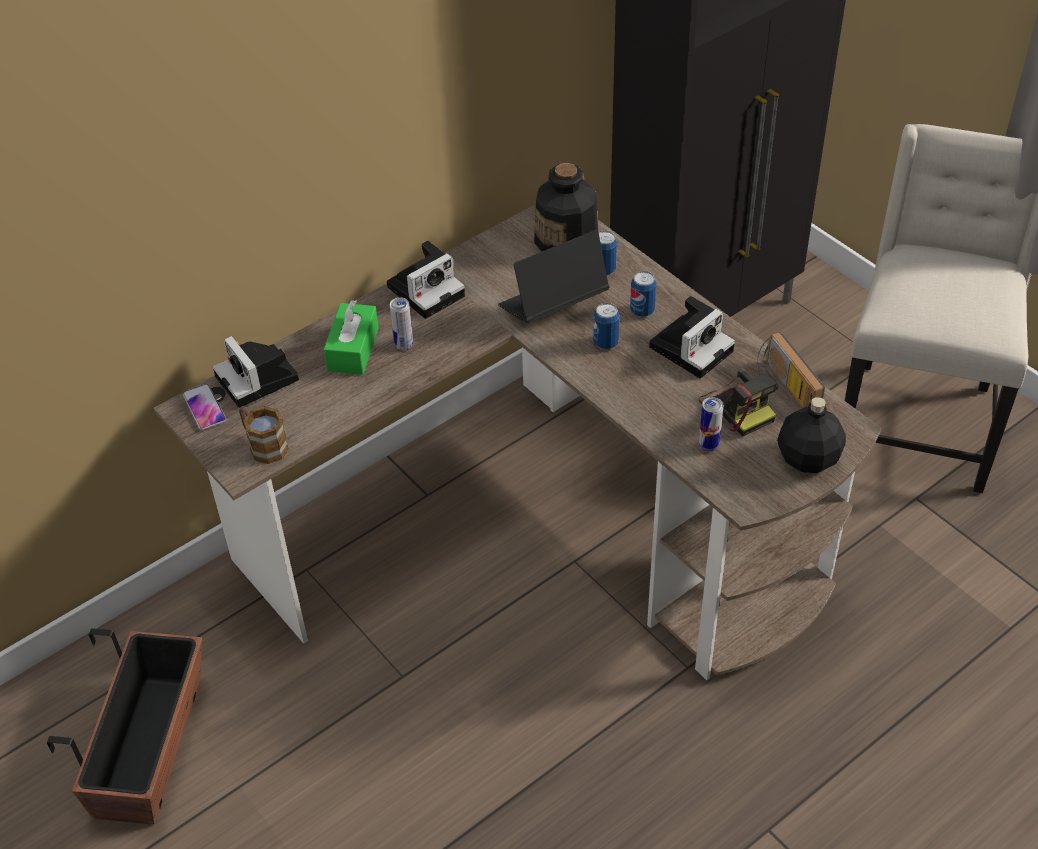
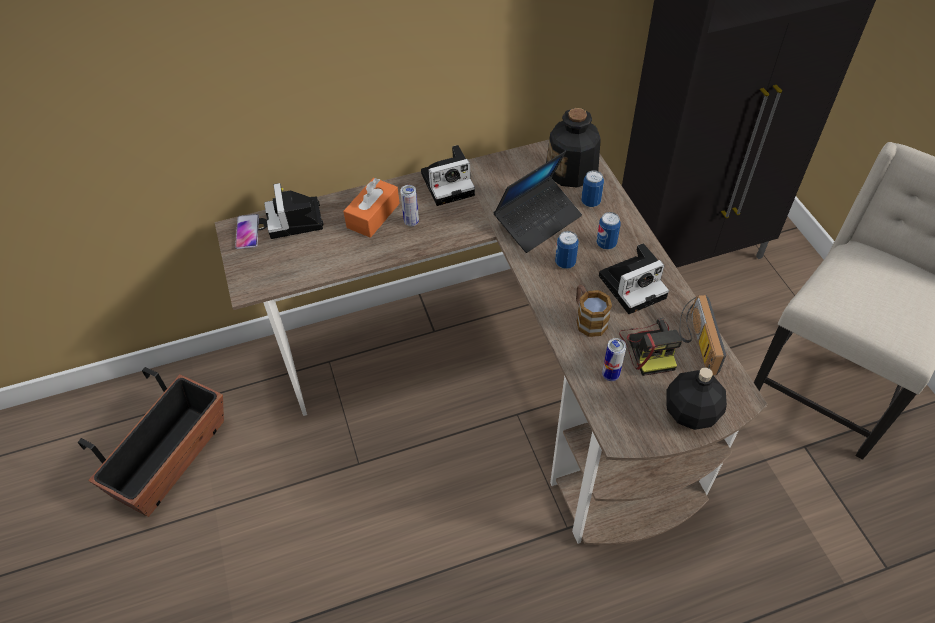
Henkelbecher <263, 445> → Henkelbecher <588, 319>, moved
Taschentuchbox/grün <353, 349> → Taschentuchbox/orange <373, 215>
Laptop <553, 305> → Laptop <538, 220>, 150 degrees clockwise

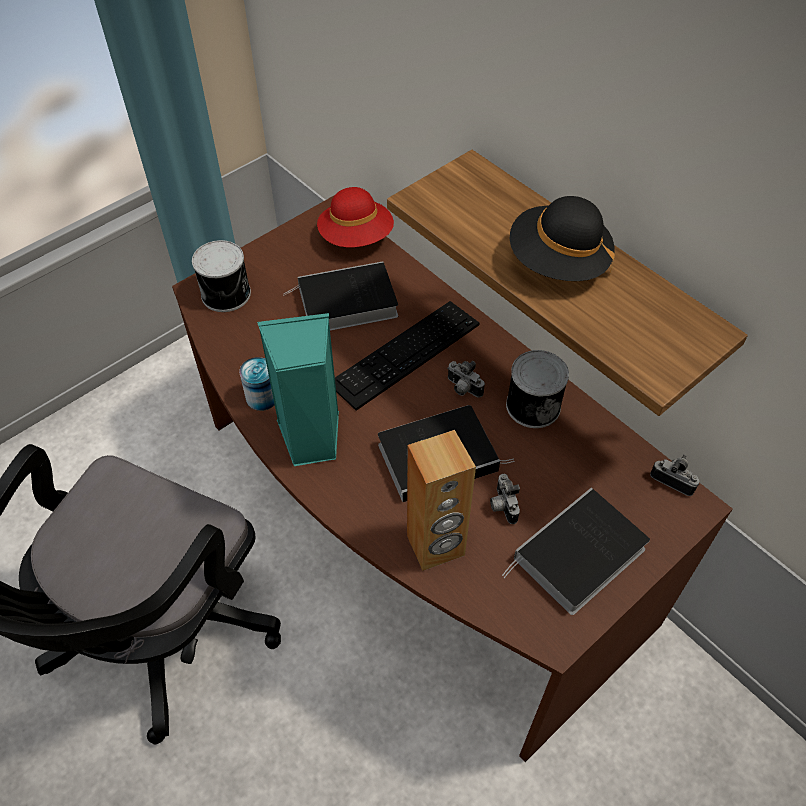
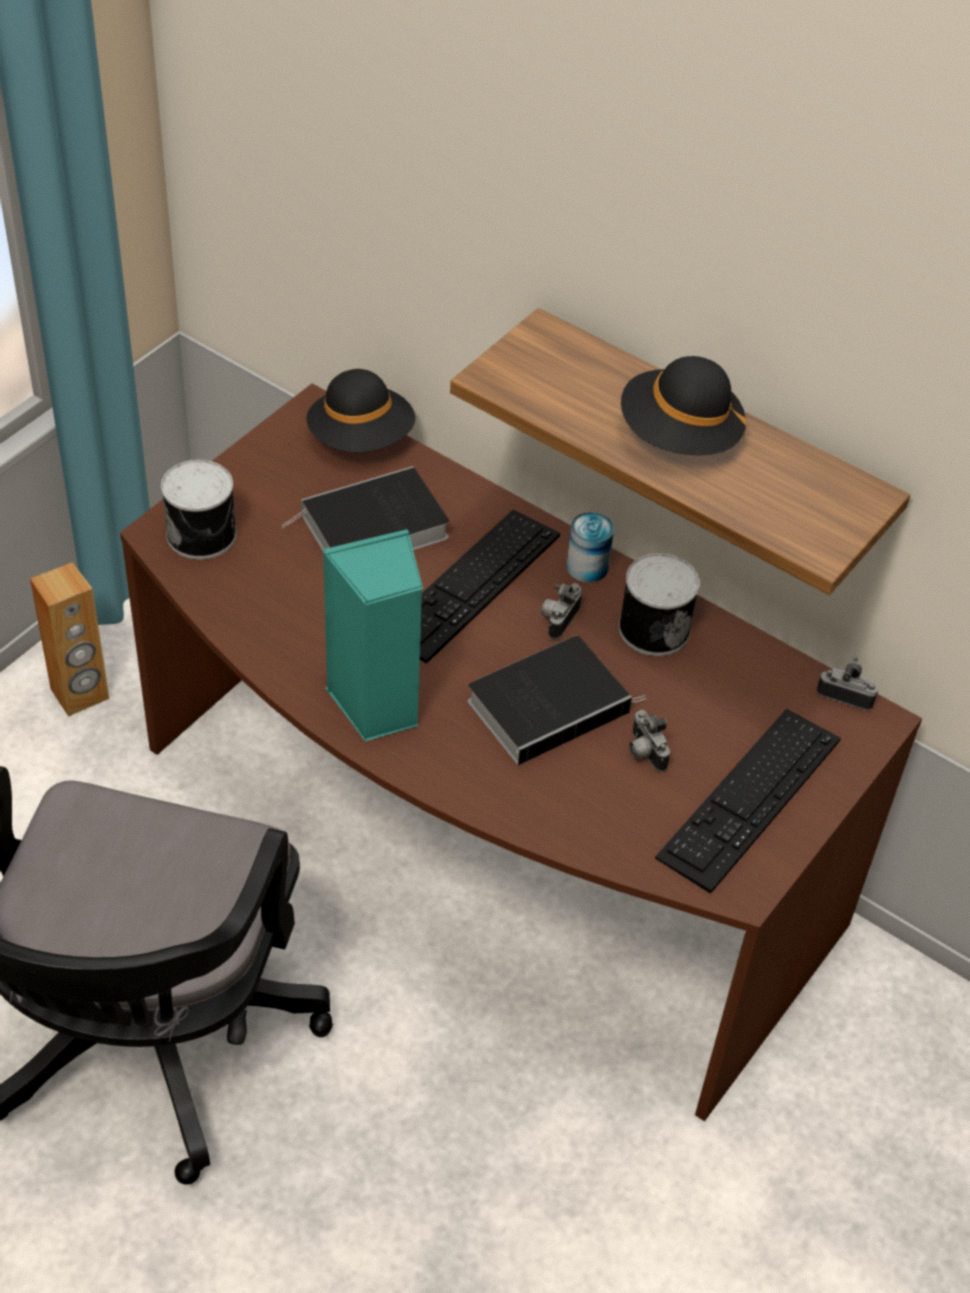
Dose <262, 397> → Dose <587, 567>, moved
Hut/rot <356, 237> → Hut/schwarz <361, 438>
Lautsprecher/braun <436, 546> → Lautsprecher/braun <80, 694>, moved
Kamera <462, 389> → Kamera <558, 619>, 90 degrees clockwise
Buch <578, 557> → Tastatur <749, 798>

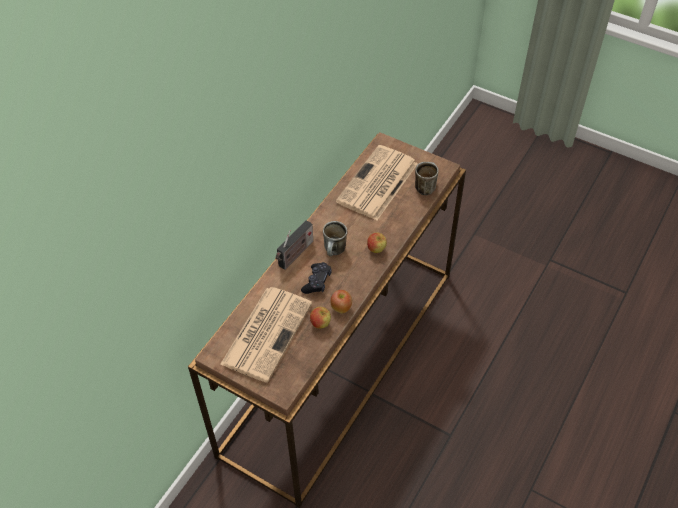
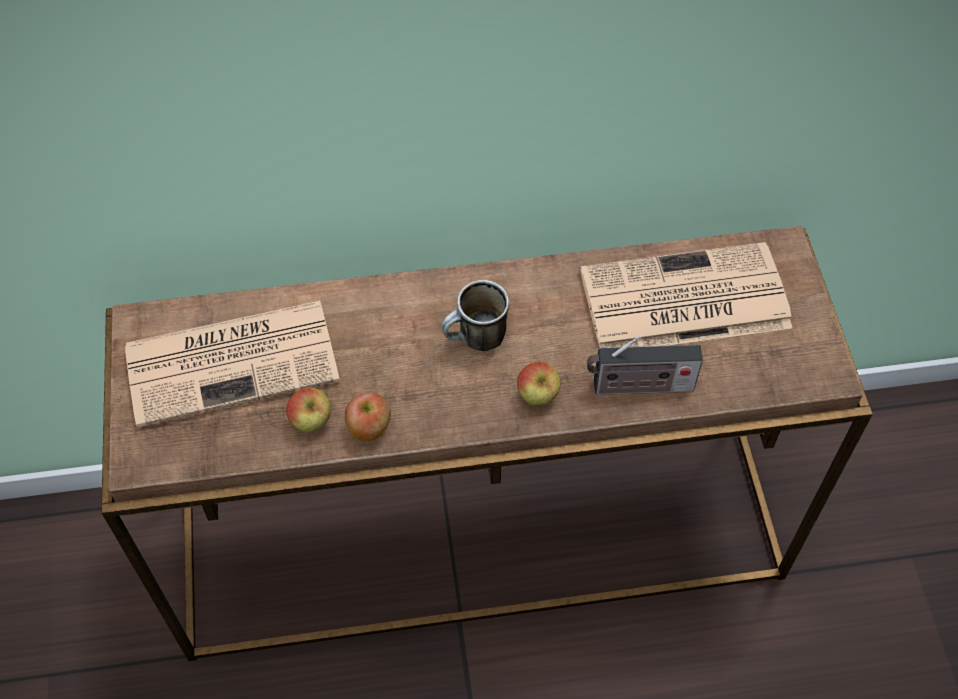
Radio <295, 255> → Radio <638, 387>, moved
Gamepad/schwarz <317, 282> → -
Henkelbecher <425, 186> → -

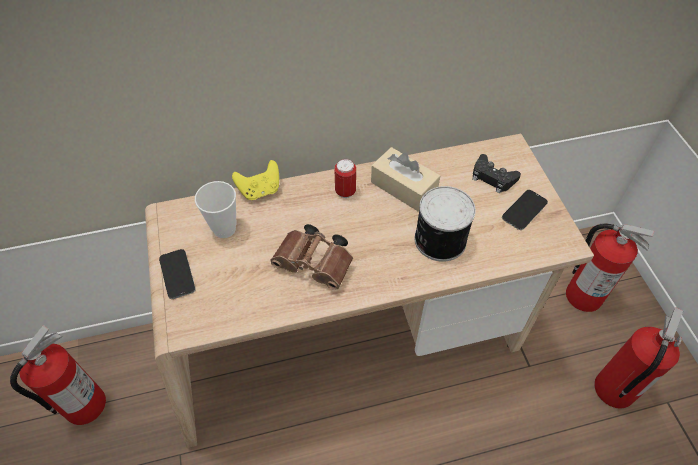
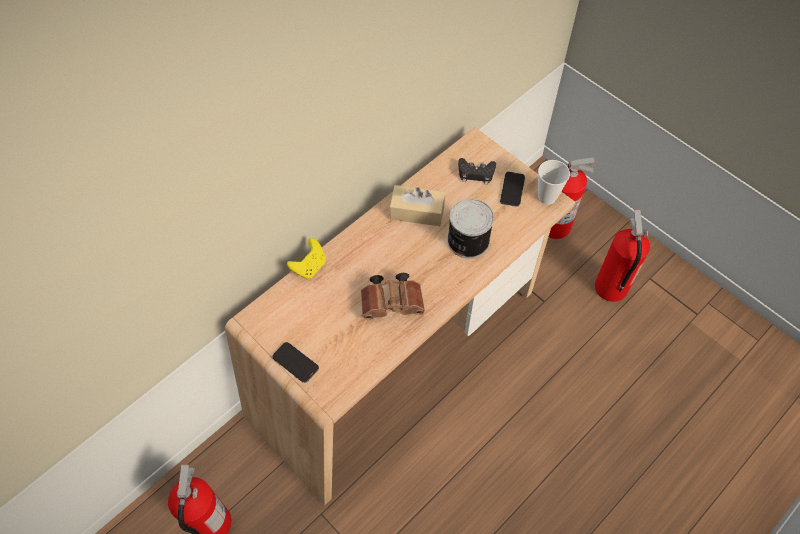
Tasse <224, 229> → Tasse <547, 197>, moved
Dose <345, 191> → -

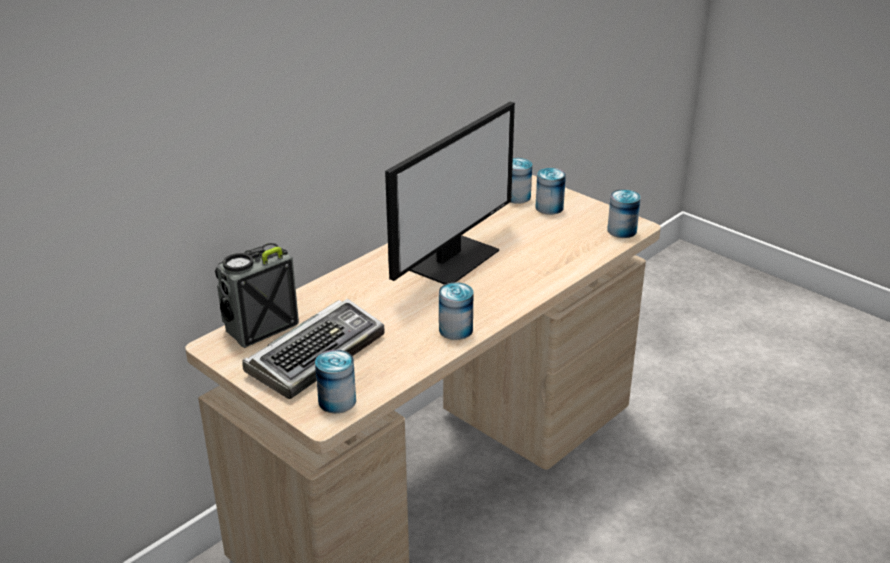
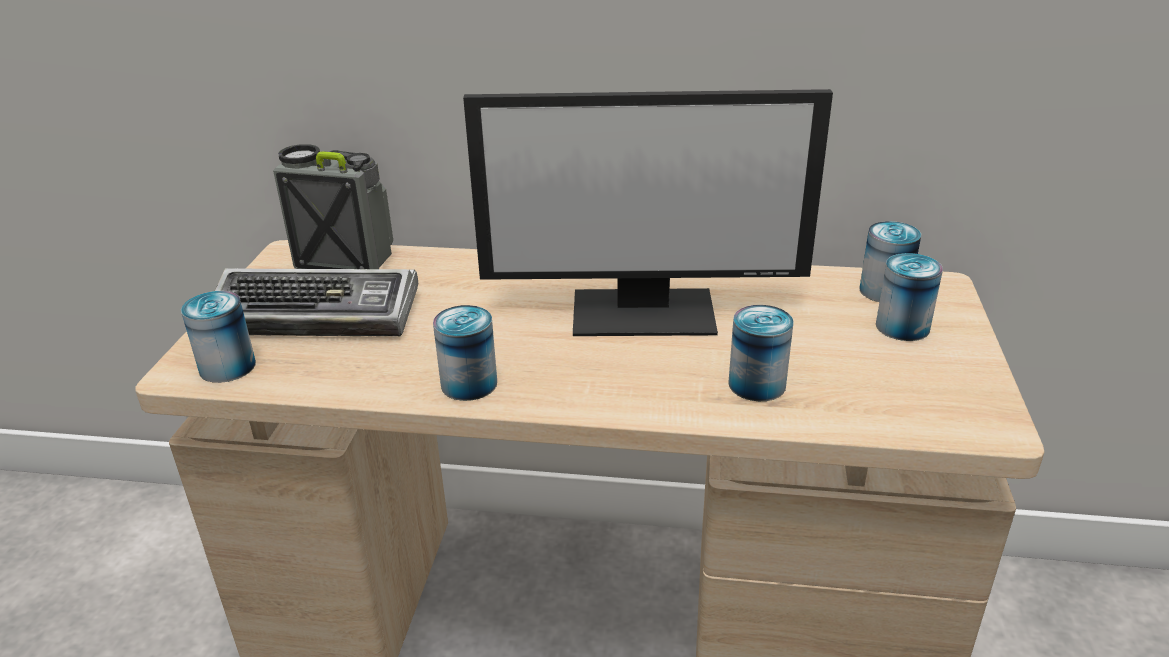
Dose <622, 230> → Dose <757, 384>, moved

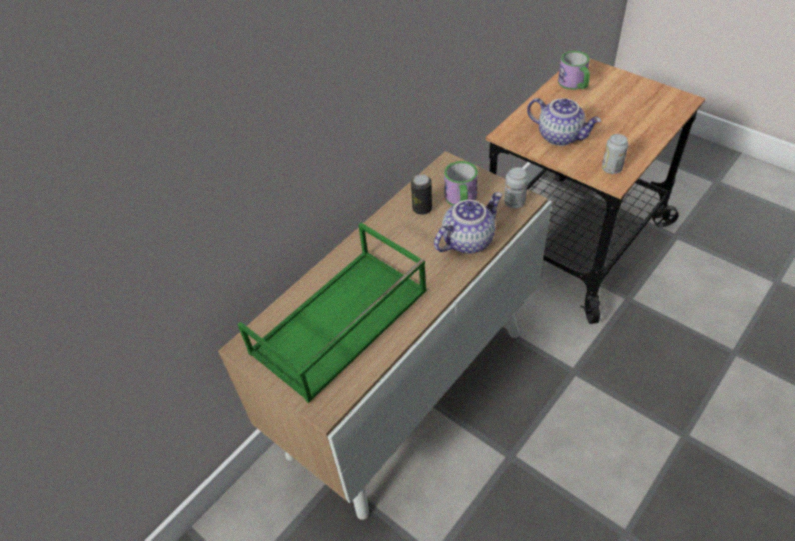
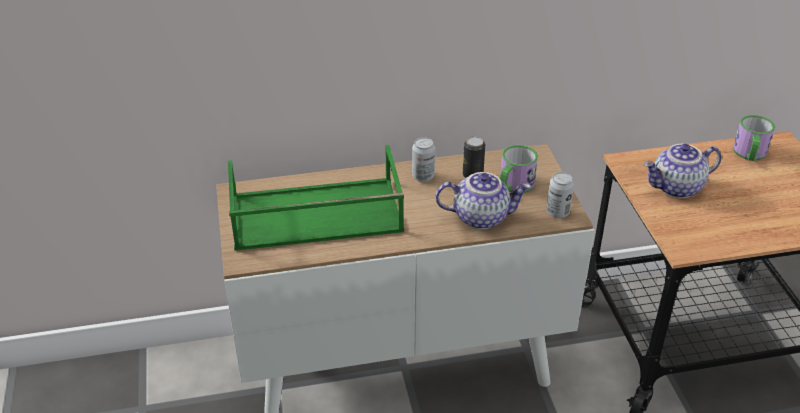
Teekanne <560, 136> → Teekanne <677, 188>, 90 degrees clockwise
Dose <611, 169> → Dose <423, 176>, moved

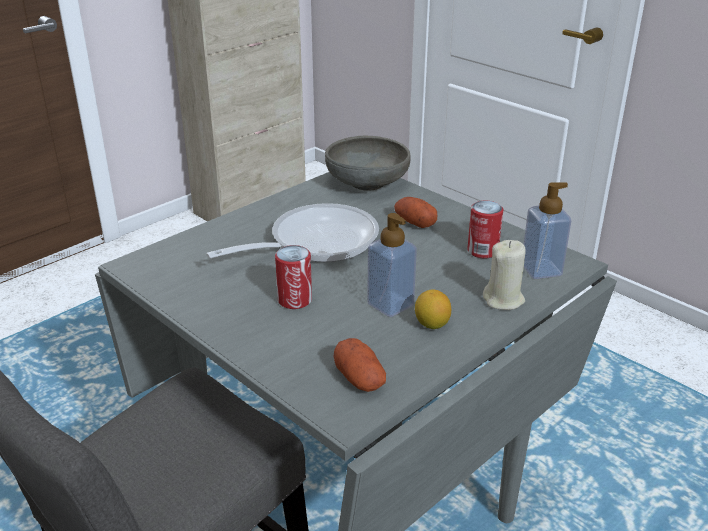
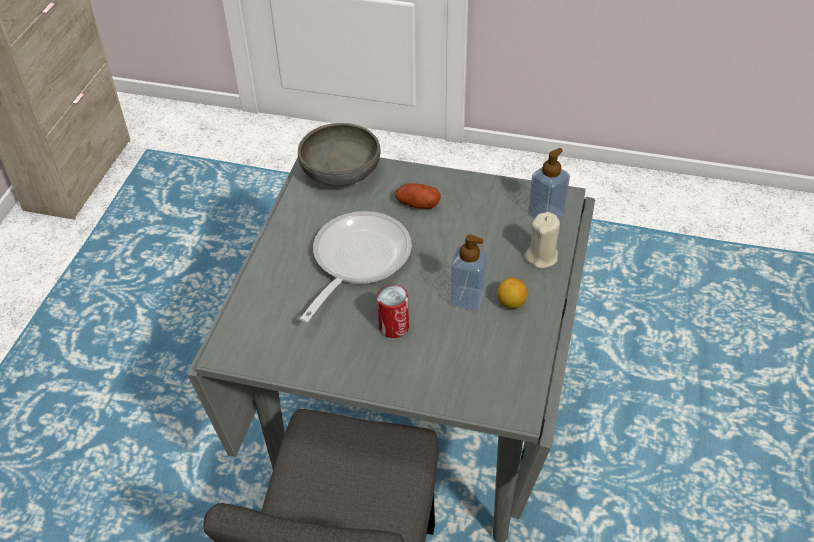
Kartoffel <359, 378> → -
Dose <482, 251> → -

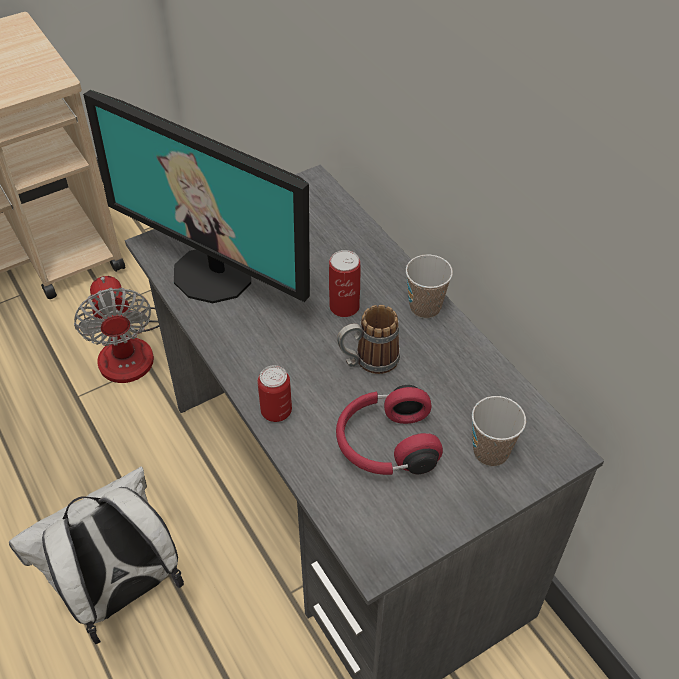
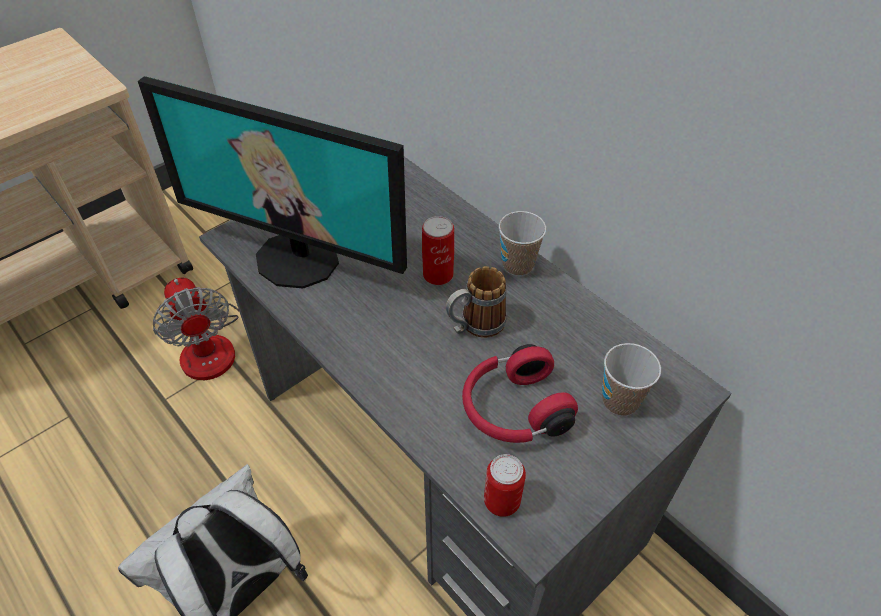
Dose <276, 411> → Dose <502, 501>, moved

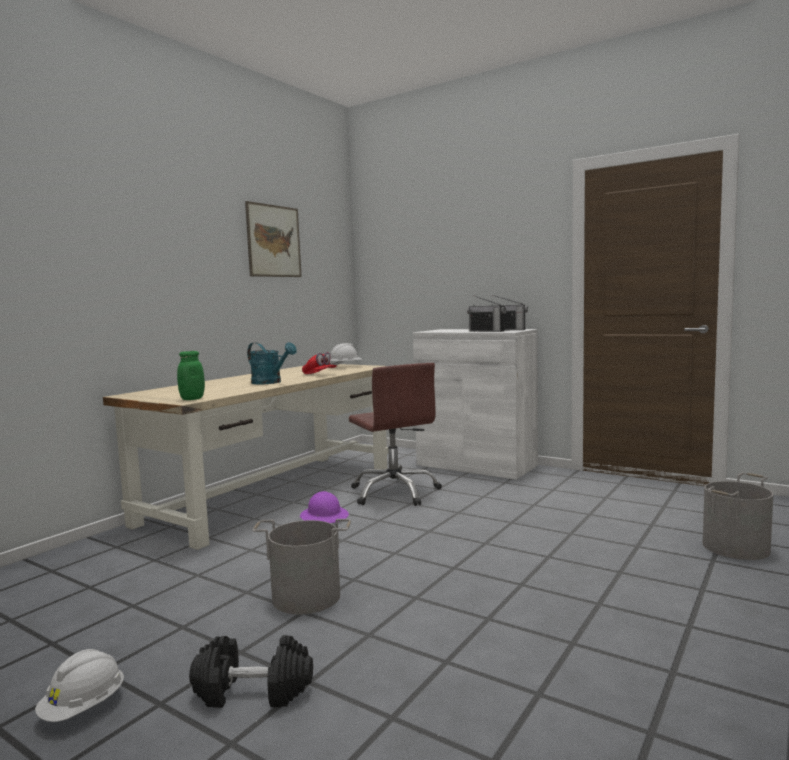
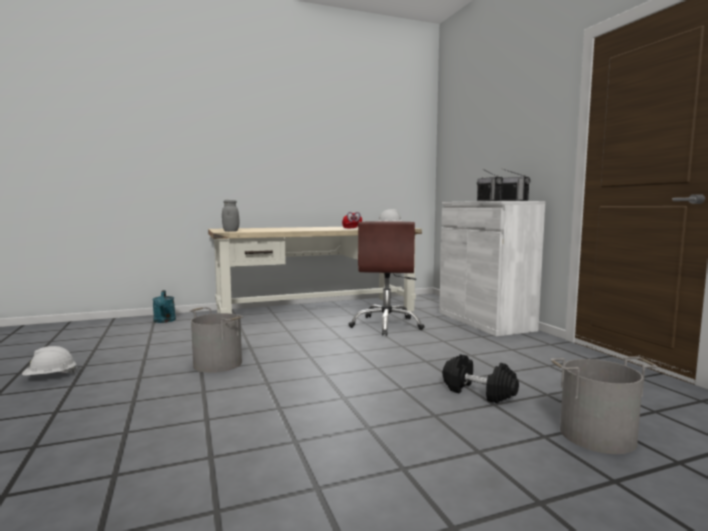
Vorratsglas/grün <192, 399> → Vorratsglas/grau <231, 231>
Hantel/schwarz <254, 691> → Hantel/schwarz <479, 392>, moved
Bild <274, 241> → -
Gießkanne/türkis <270, 382> → Gießkanne/türkis <164, 321>, moved
Schutzhelm/lila <324, 516> → -

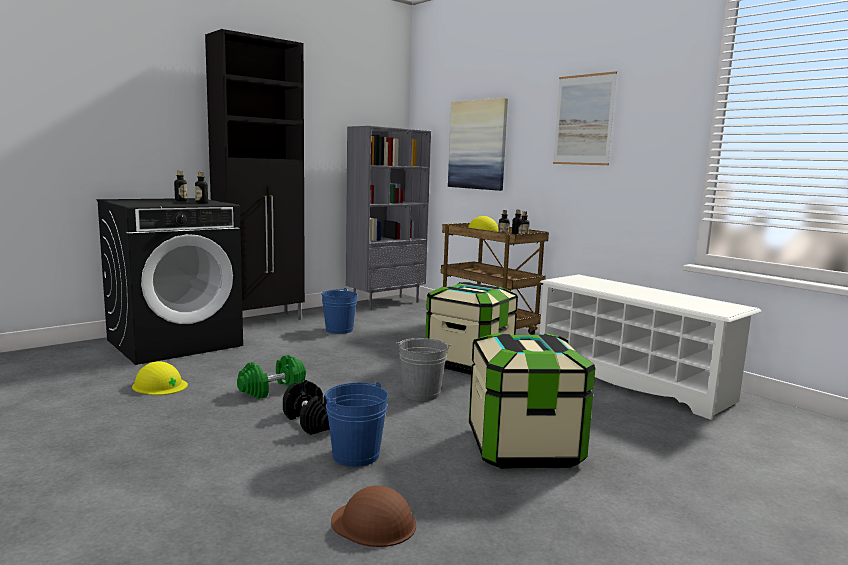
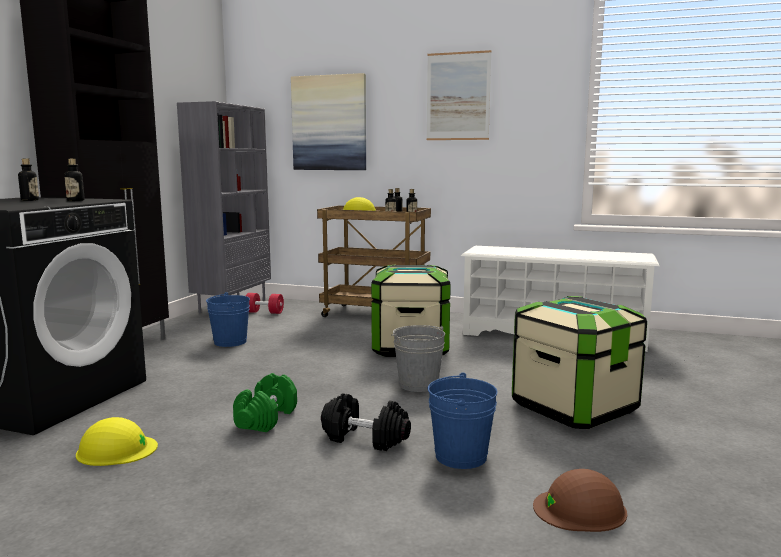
- → Hantel/rot <264, 312>

